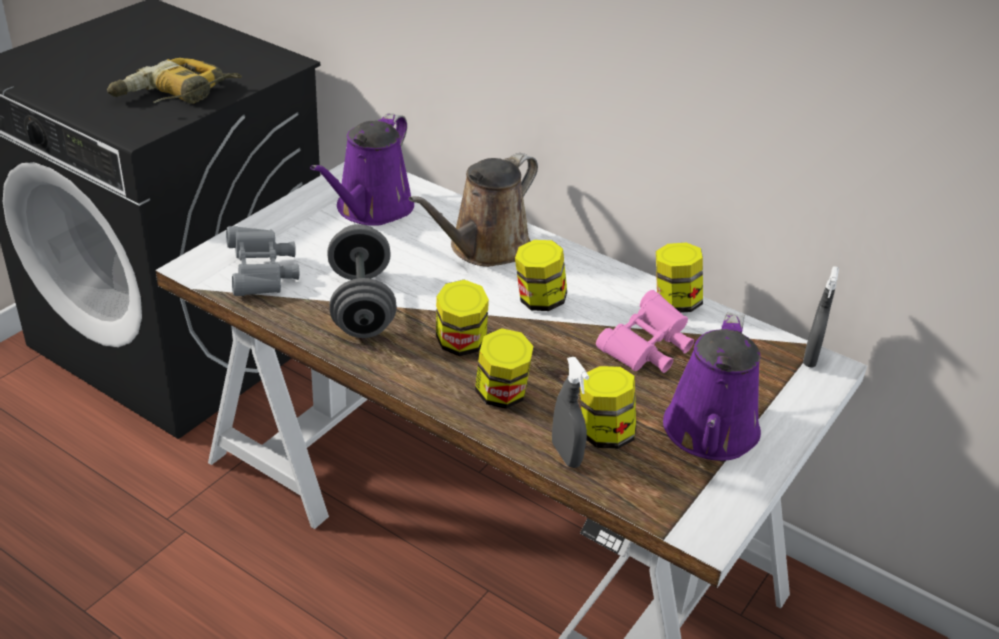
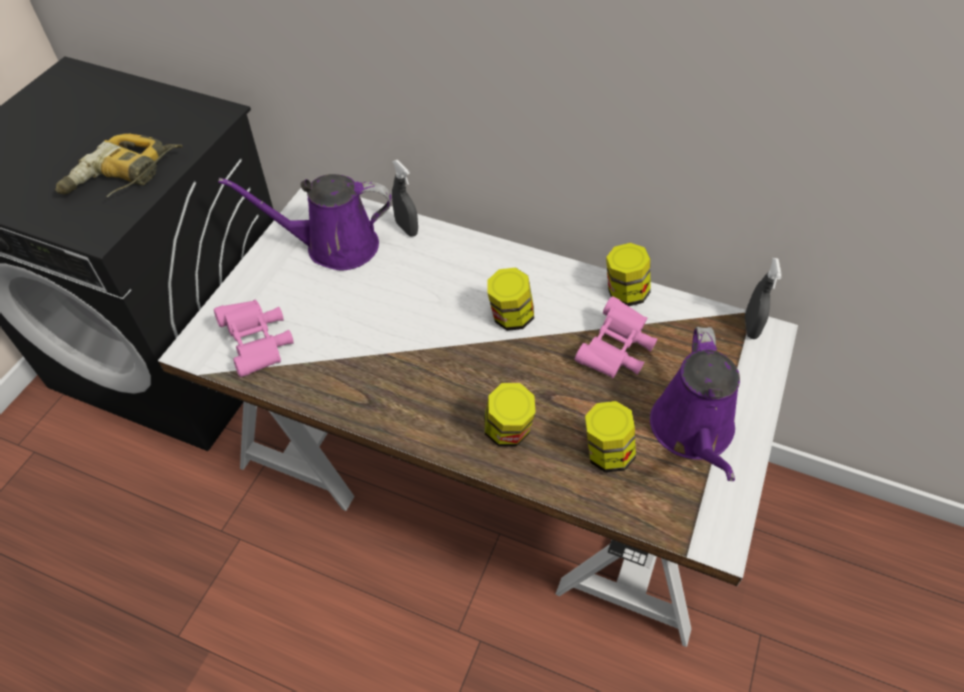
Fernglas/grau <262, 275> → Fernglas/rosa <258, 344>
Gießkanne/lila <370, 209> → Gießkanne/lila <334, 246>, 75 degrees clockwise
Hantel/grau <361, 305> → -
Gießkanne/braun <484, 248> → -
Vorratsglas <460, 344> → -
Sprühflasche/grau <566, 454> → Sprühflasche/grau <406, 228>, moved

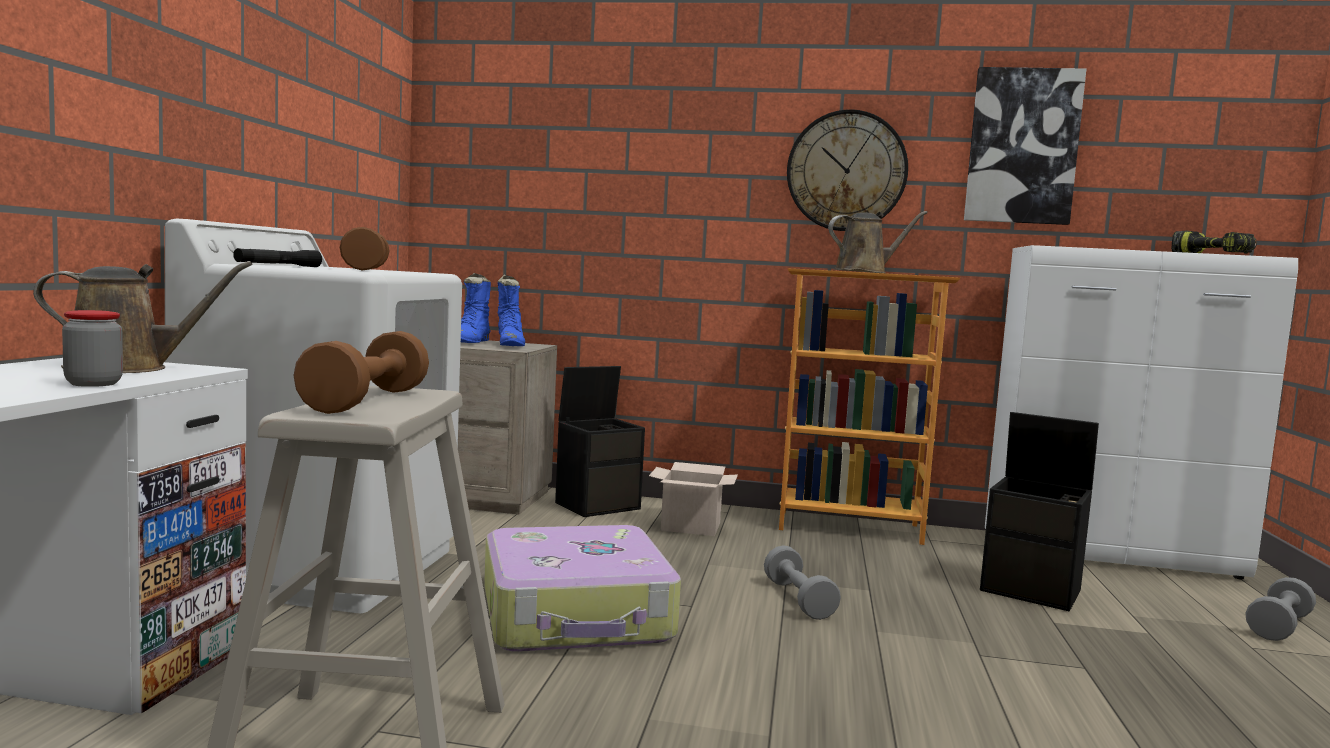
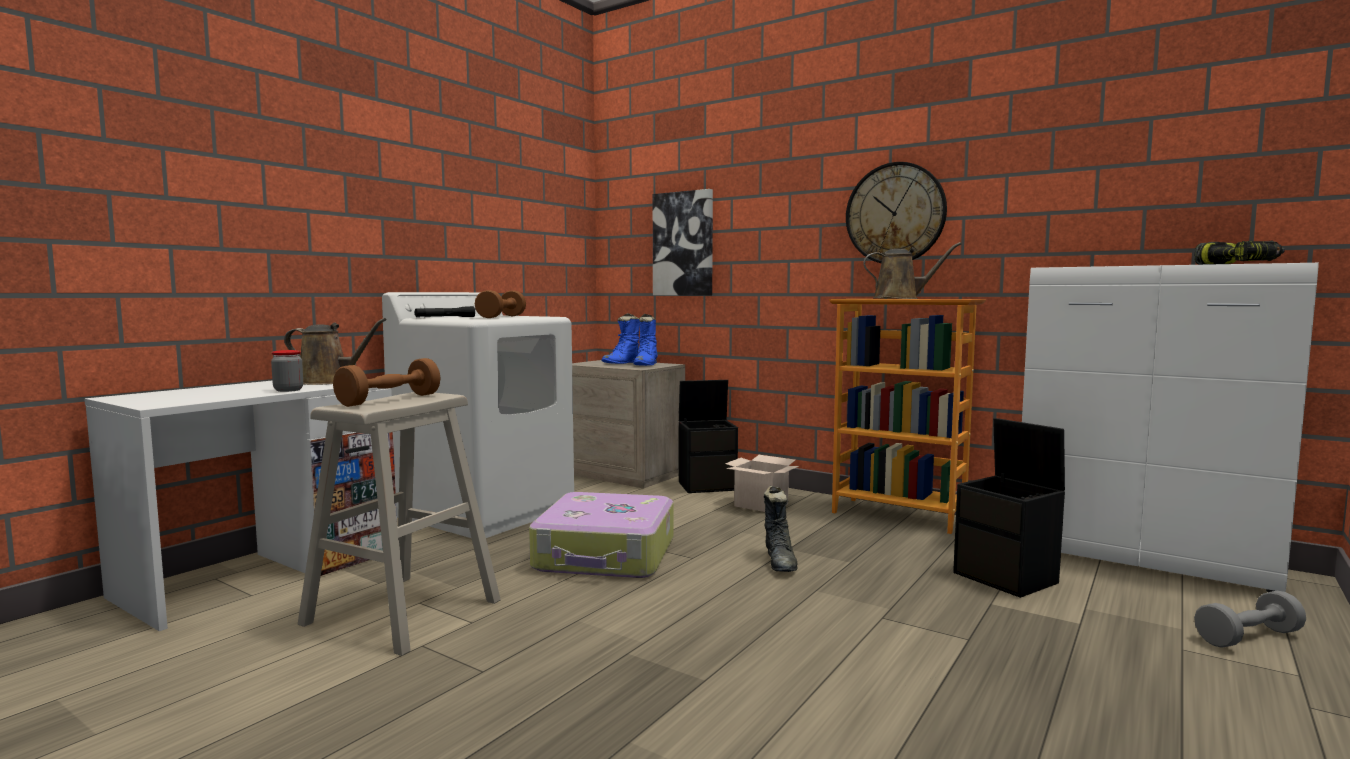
Hantel/grau <798, 600> → Stiefel/schwarz <780, 562>
Bild <1022, 147> → Bild <683, 244>, moved

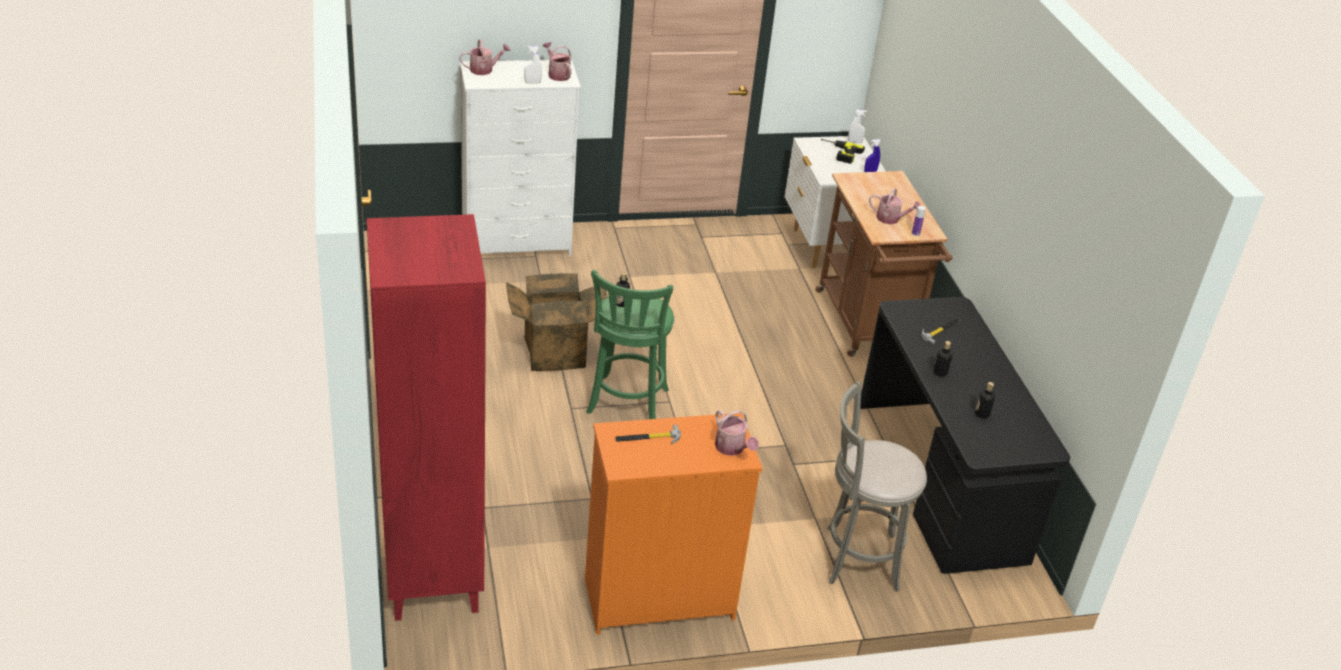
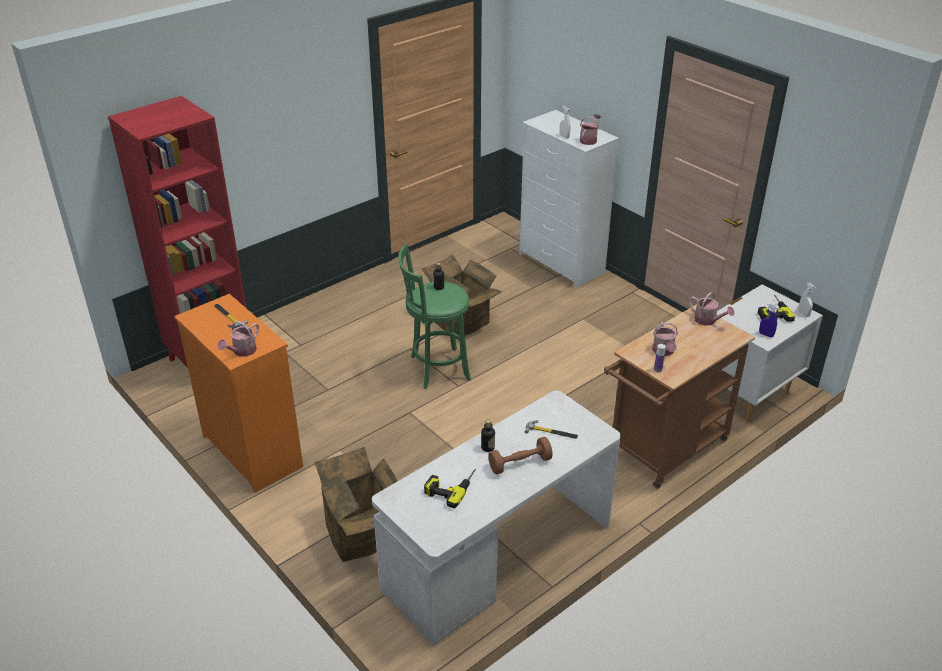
Gießkanne <484, 70> → Gießkanne <708, 320>, moved
Hocker/grau <856, 558> → Karton <363, 534>
Schreibtisch/schwarz <941, 480> → Schreibtisch/weiß <499, 556>
Flasche <982, 414> → Bohrmaschine <450, 486>
- → Hantel/braun <520, 463>

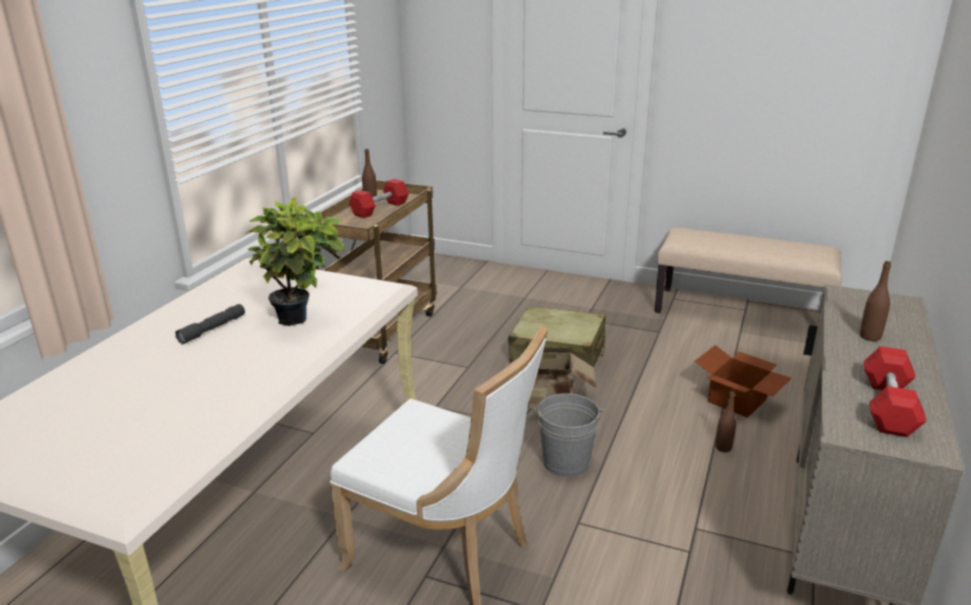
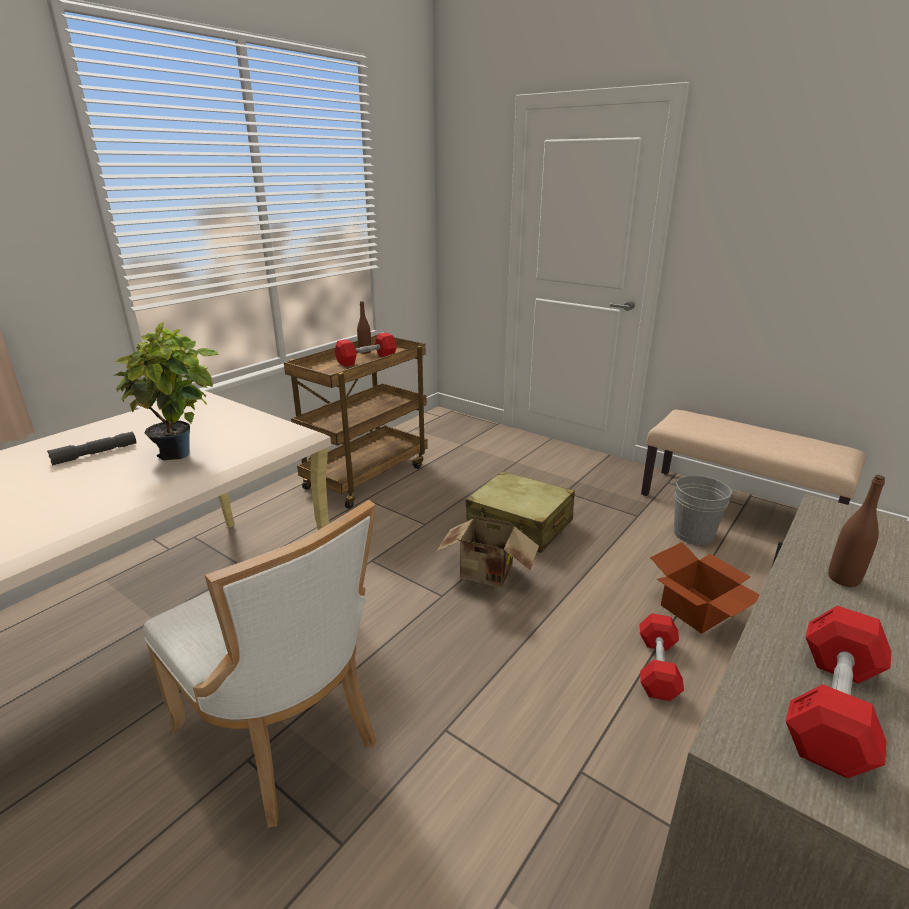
Eimer/grau <566, 462> → Eimer/grau <693, 533>, moved
Flasche/braun <723, 448> → Hantel/rot <657, 667>

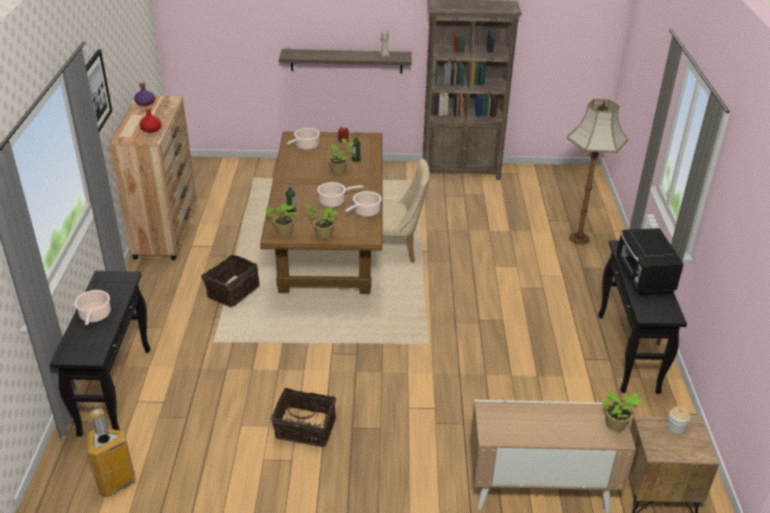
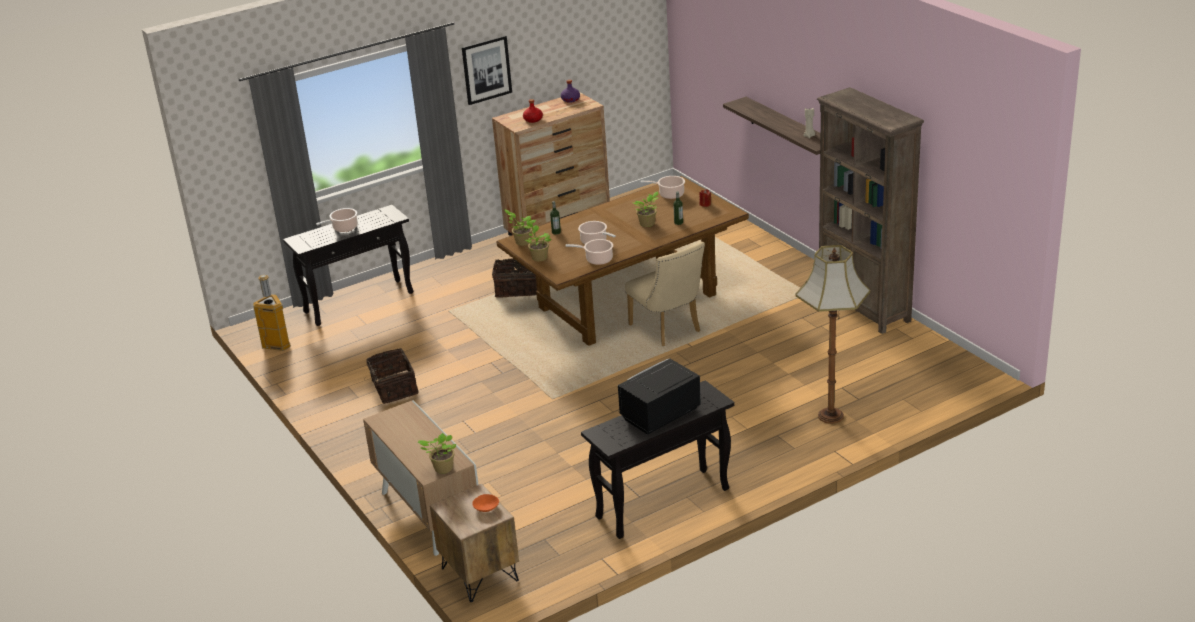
Vorratsglas <676, 427> → Schüssel/orange <486, 507>

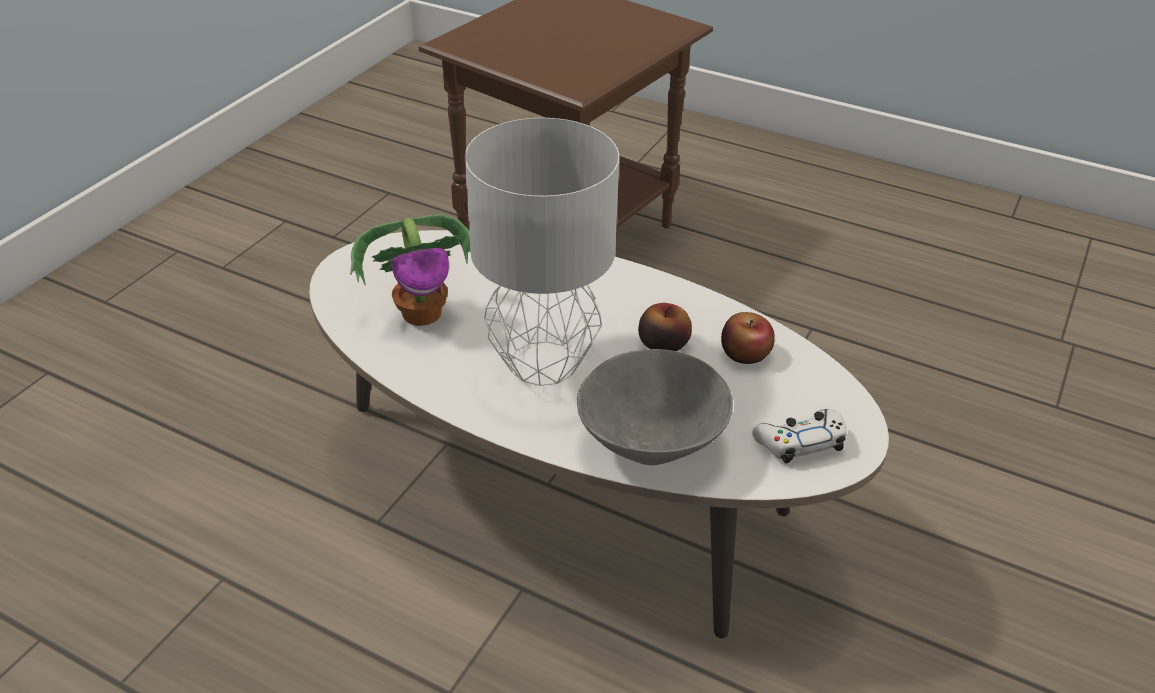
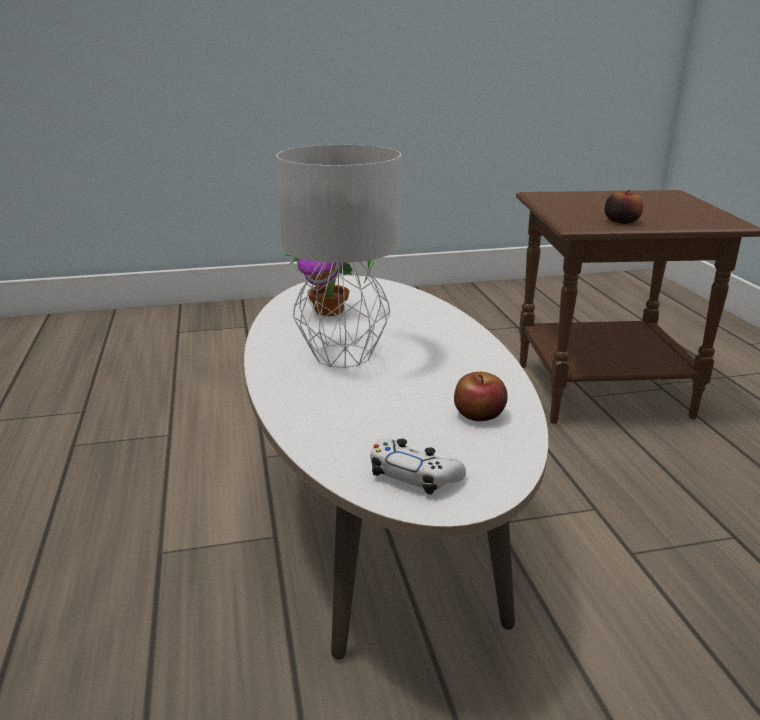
Schüssel/grau <649, 443> → -
Apfel <663, 343> → Apfel <621, 221>, moved

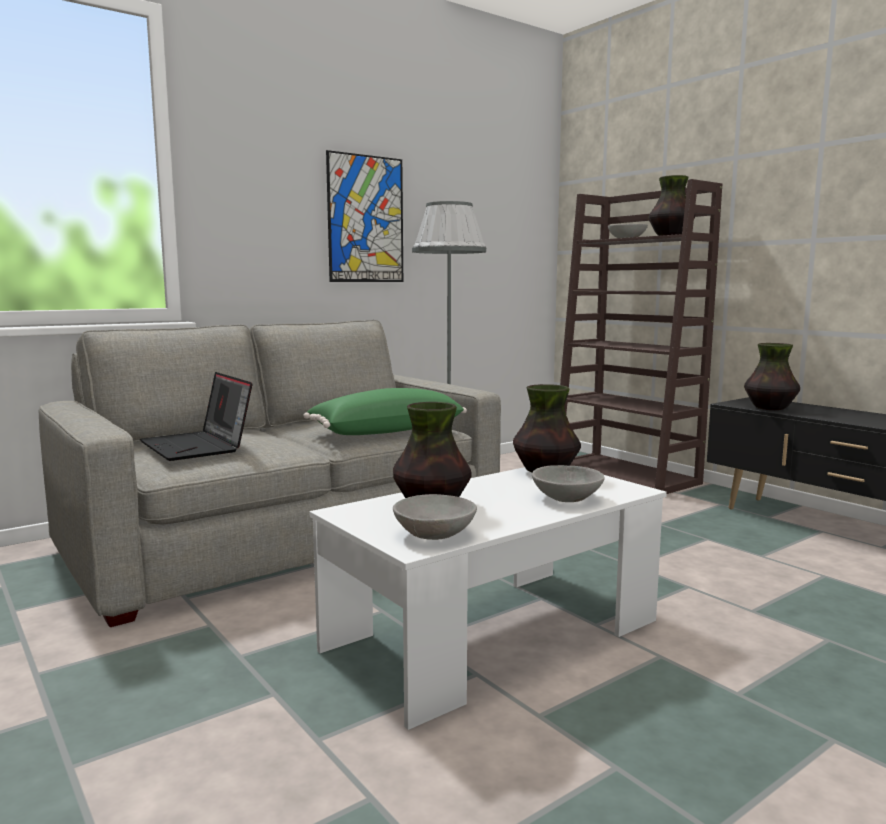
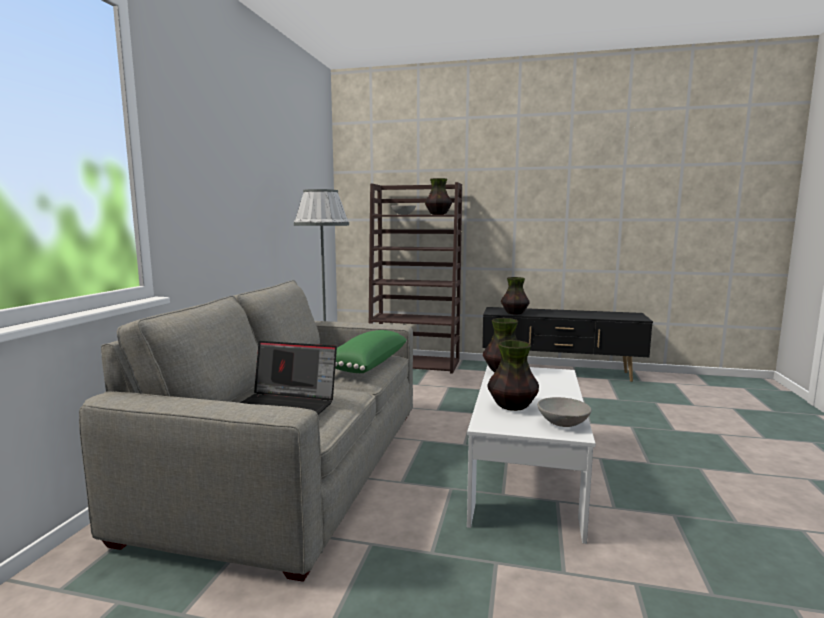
Bild <365, 219> → -
Schüssel/grau <567, 498> → -

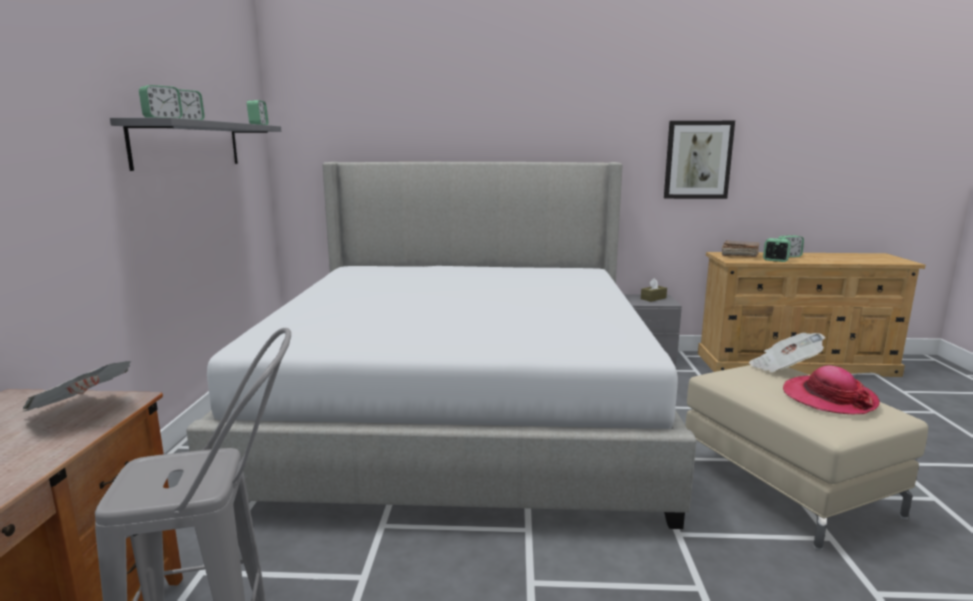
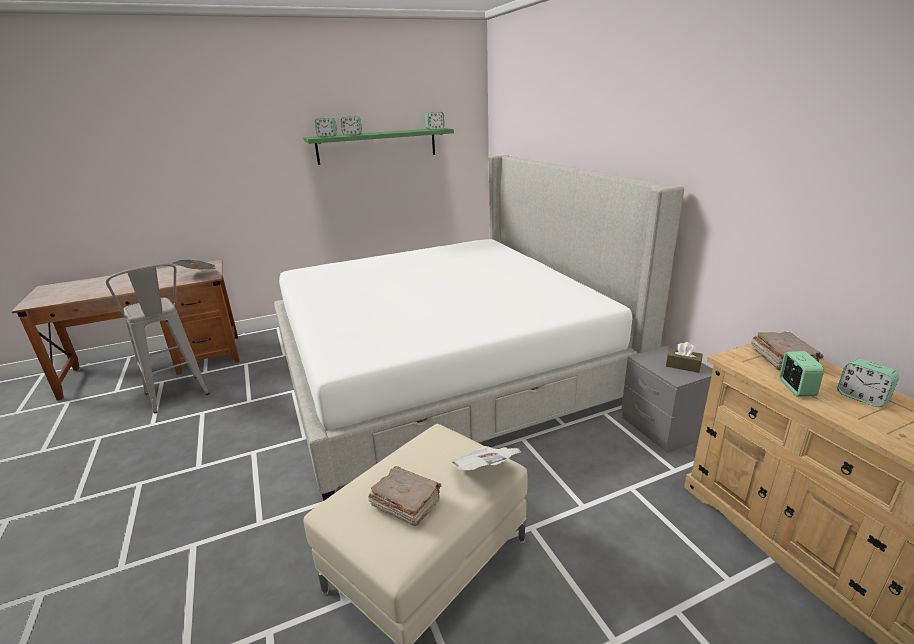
Wandregal/grau <189, 144> → Wandregal/grün <377, 146>
Bild <697, 160> → -
Hut <828, 398> → Buch/braun <405, 504>

